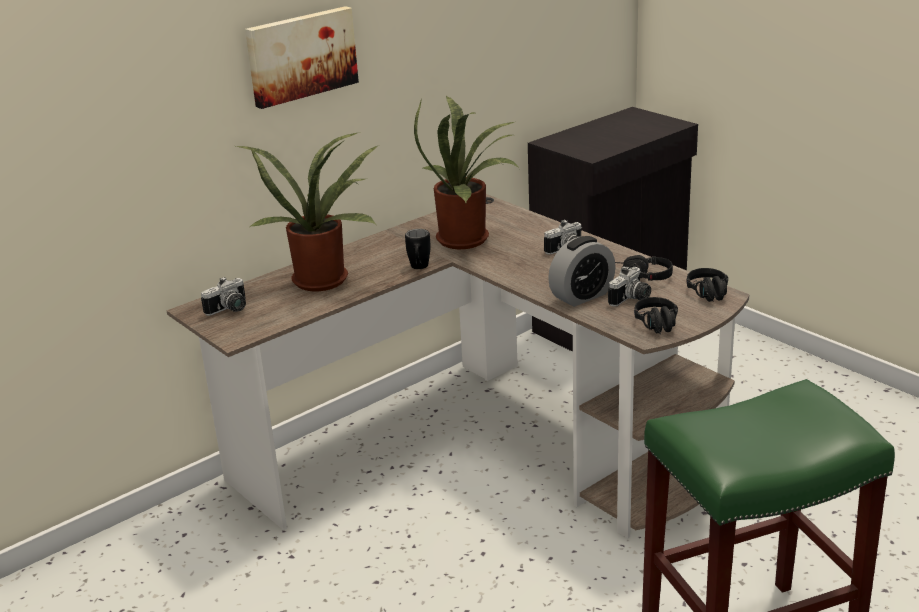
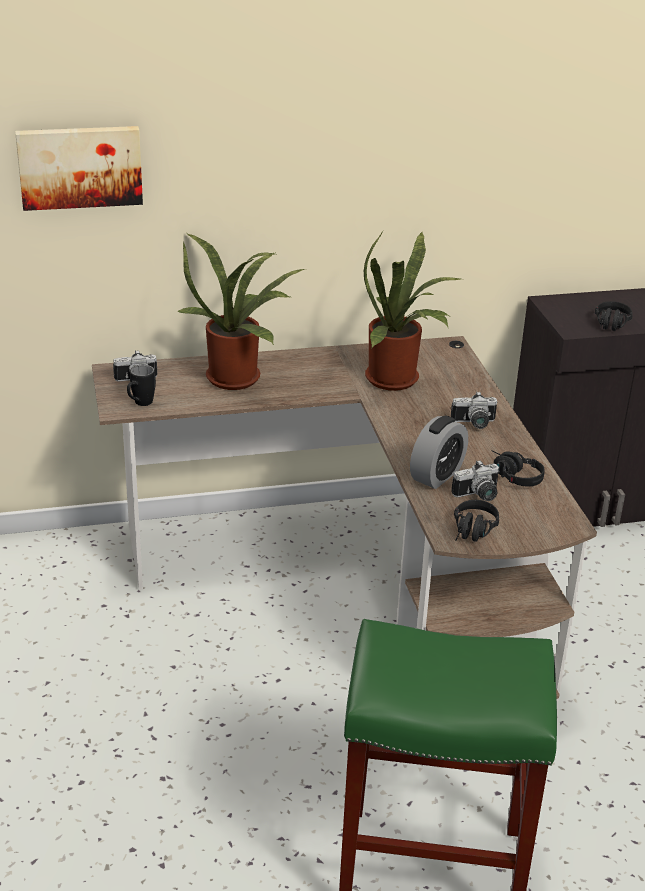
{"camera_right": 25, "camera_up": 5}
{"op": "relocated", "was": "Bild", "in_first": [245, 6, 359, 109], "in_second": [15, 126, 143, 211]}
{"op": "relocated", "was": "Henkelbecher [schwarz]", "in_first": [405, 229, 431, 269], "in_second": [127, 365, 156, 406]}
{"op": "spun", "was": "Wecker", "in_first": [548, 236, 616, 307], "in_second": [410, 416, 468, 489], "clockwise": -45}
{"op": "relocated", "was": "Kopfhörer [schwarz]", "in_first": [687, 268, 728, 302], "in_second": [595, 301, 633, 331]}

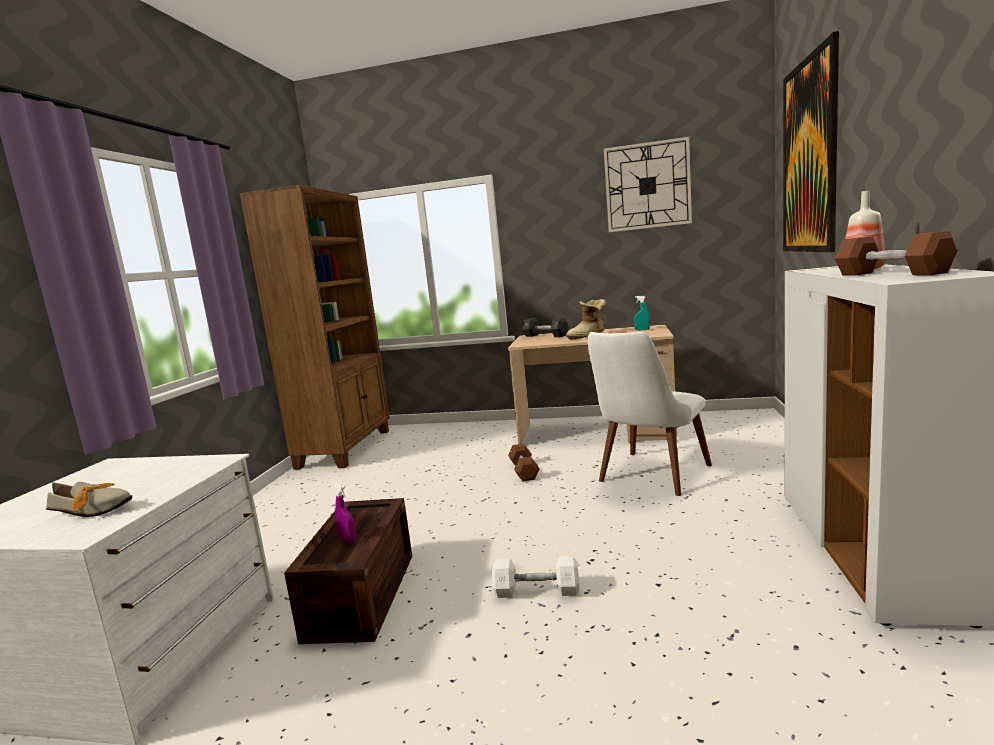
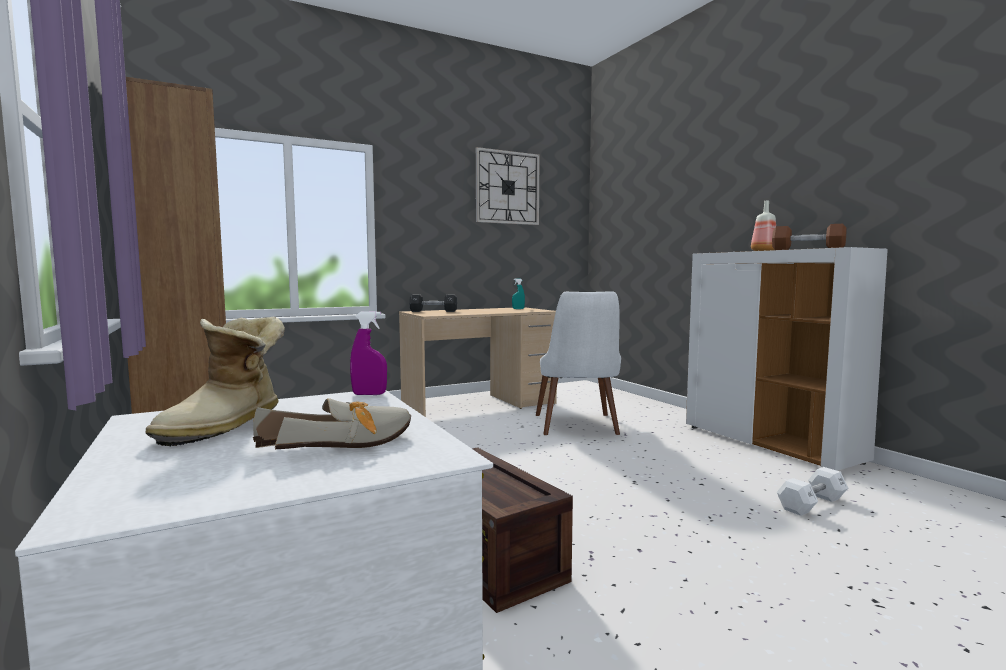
{"camera_right": -40, "camera_up": -5}
{"op": "relocated", "was": "Stiefel", "in_first": [566, 299, 606, 339], "in_second": [145, 317, 285, 447]}
{"op": "relocated", "was": "Sprühflasche [lila]", "in_first": [334, 483, 356, 543], "in_second": [350, 311, 387, 395]}
{"op": "relocated", "was": "Hantel [weiß]", "in_first": [492, 556, 580, 598], "in_second": [777, 467, 848, 516]}
{"op": "missing", "was": "Hantel [braun]", "in_first": [508, 444, 540, 481]}
{"op": "missing", "was": "Bild", "in_first": [783, 31, 839, 252]}

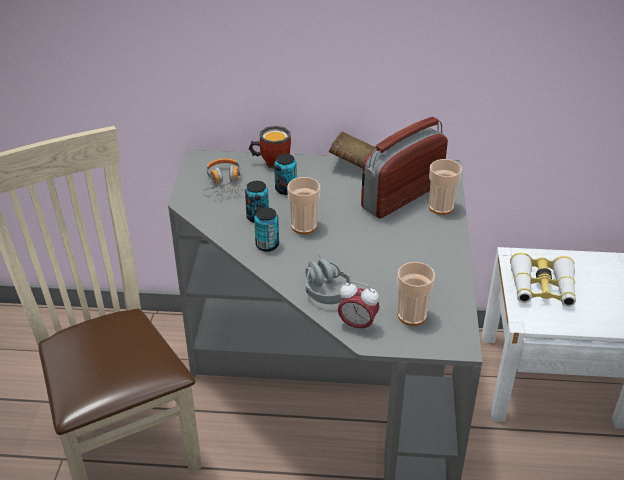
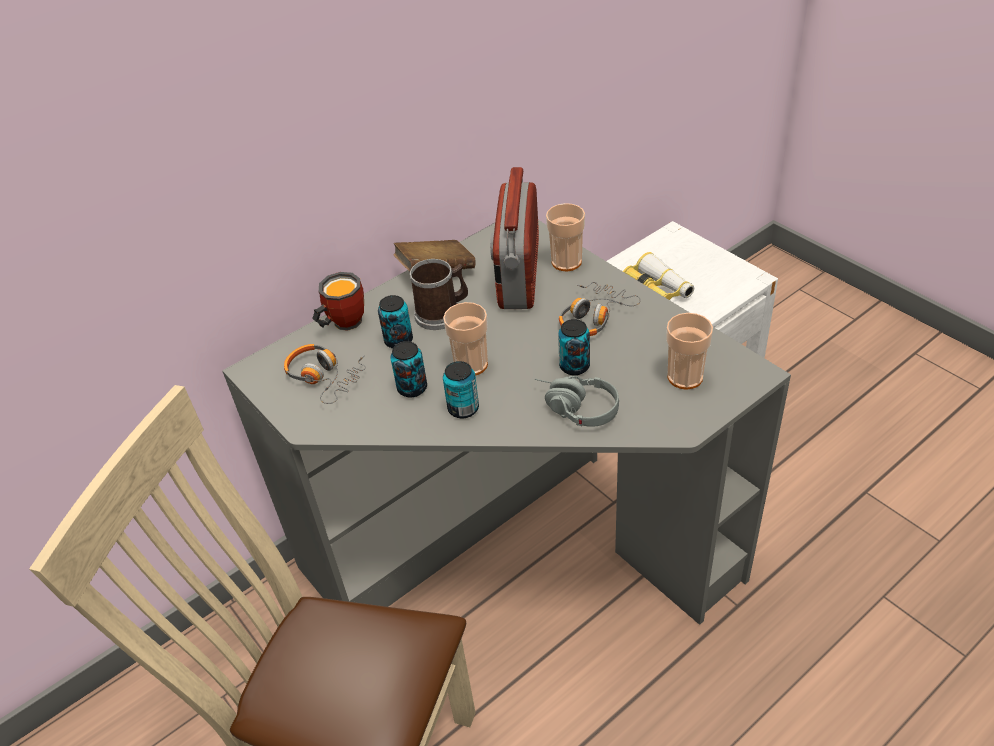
{"camera_right": -40, "camera_up": 5}
{"op": "appeared", "now": "Henkelbecher", "in_second": [410, 259, 468, 330]}
{"op": "appeared", "now": "Dose", "in_second": [558, 319, 590, 375]}
{"op": "appeared", "now": "Kopfhörer", "in_second": [559, 282, 641, 336]}
{"op": "missing", "was": "Wecker", "in_first": [338, 281, 380, 333]}

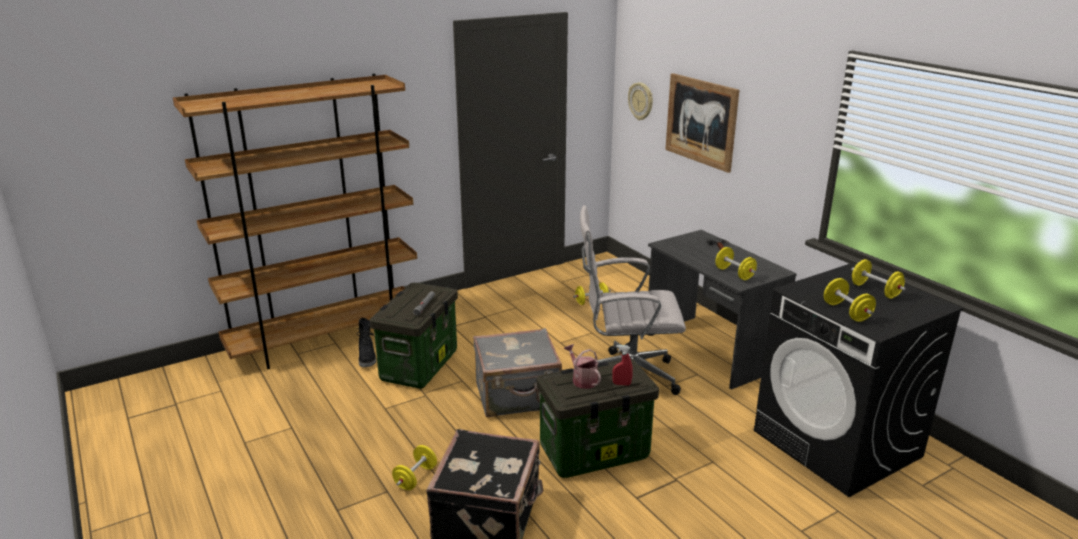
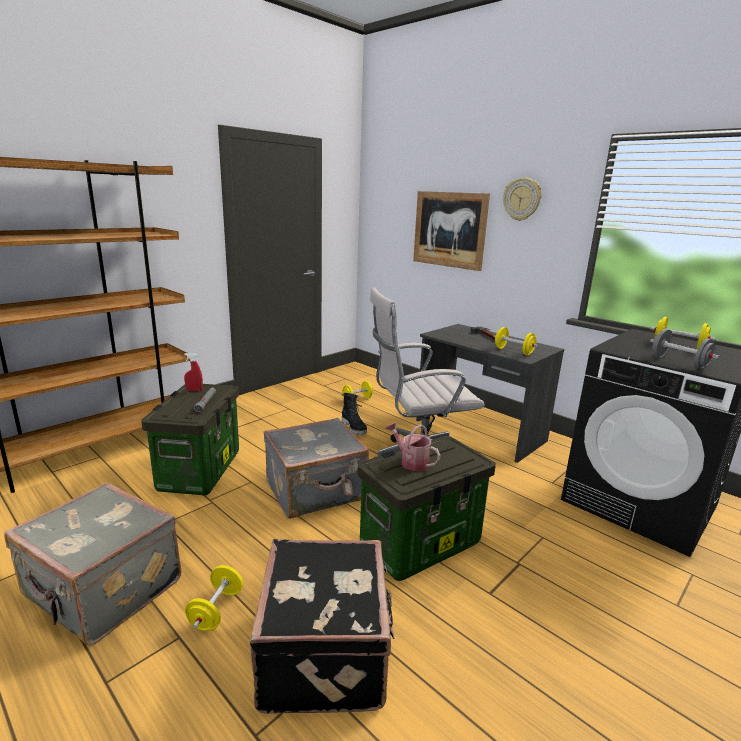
{"camera_right": -15, "camera_up": -5}
{"op": "appeared", "now": "Koffer [grau]", "in_second": [4, 482, 182, 645]}
{"op": "relocated", "was": "Sprühflasche [rot]", "in_first": [612, 345, 633, 386], "in_second": [184, 353, 203, 391]}
{"op": "relocated", "was": "Stiefel [schwarz]", "in_first": [357, 318, 376, 367], "in_second": [342, 393, 367, 435]}
{"op": "relocated", "was": "Wanduhr", "in_first": [628, 82, 653, 120], "in_second": [503, 177, 542, 221]}
{"op": "colour", "was": "Hantel [gelb]", "now": "Hantel [grau]", "in_first": [824, 278, 876, 322], "in_second": [650, 329, 720, 369]}

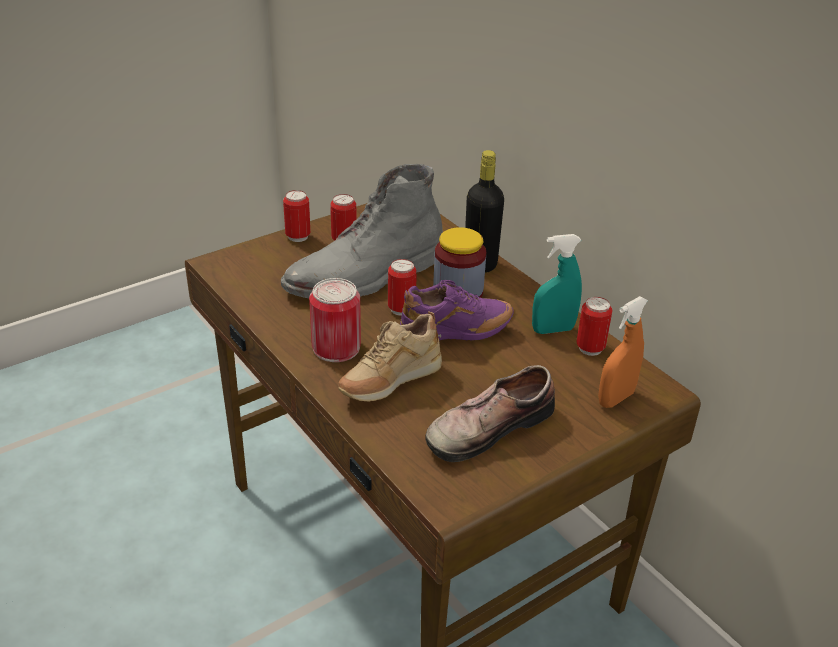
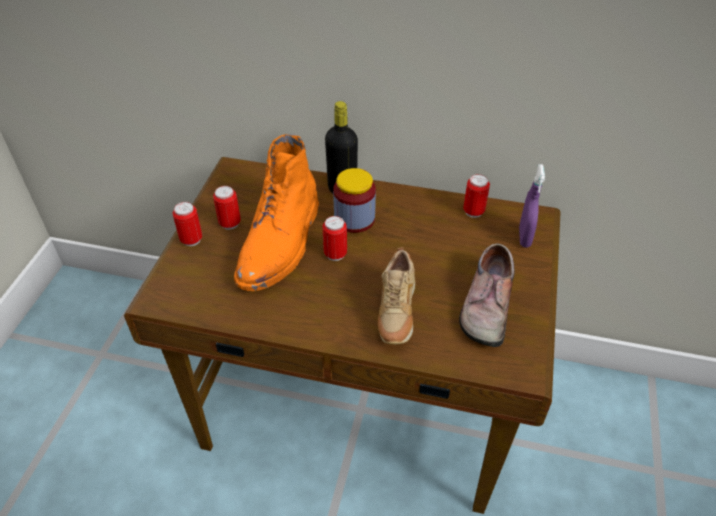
{"camera_right": -40, "camera_up": 10}
{"op": "colour", "was": "Stiefel [grau]", "now": "Stiefel [orange]", "in_first": [281, 164, 443, 299], "in_second": [234, 134, 319, 291]}
{"op": "colour", "was": "Sprühflasche [orange]", "now": "Sprühflasche [lila]", "in_first": [598, 296, 648, 408], "in_second": [519, 164, 545, 248]}
{"op": "missing", "was": "Dose", "in_first": [309, 278, 361, 362]}
{"op": "missing", "was": "Schuh [lila]", "in_first": [400, 280, 514, 341]}
{"op": "missing", "was": "Sprühflasche [türkis]", "in_first": [532, 234, 582, 334]}

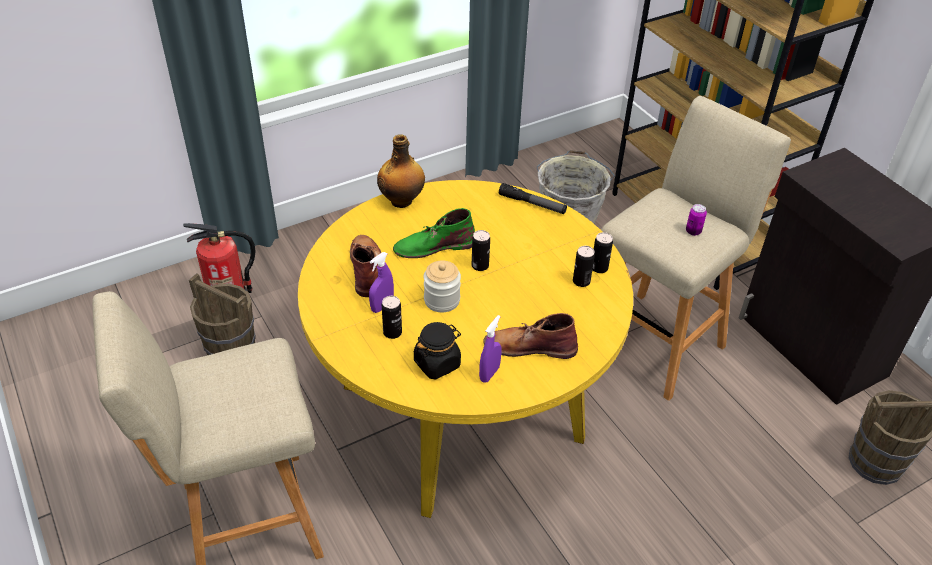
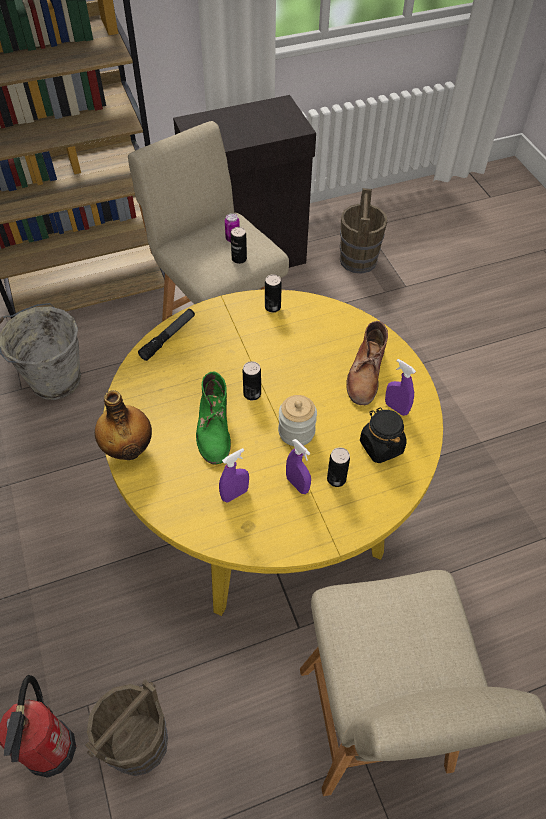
{"camera_right": -80, "camera_up": 10}
{"op": "exchanged", "was": "Stiefel [braun]", "now": "Sprühflasche [lila]", "in_first": [350, 235, 381, 297], "in_second": [219, 448, 249, 503]}
{"op": "relocated", "was": "Dose", "in_first": [573, 246, 595, 287], "in_second": [231, 227, 247, 264]}

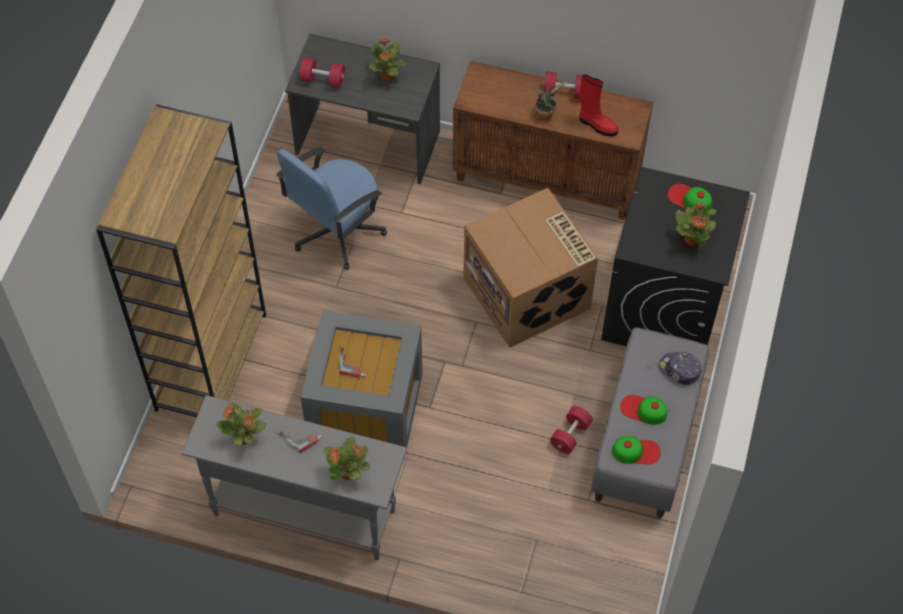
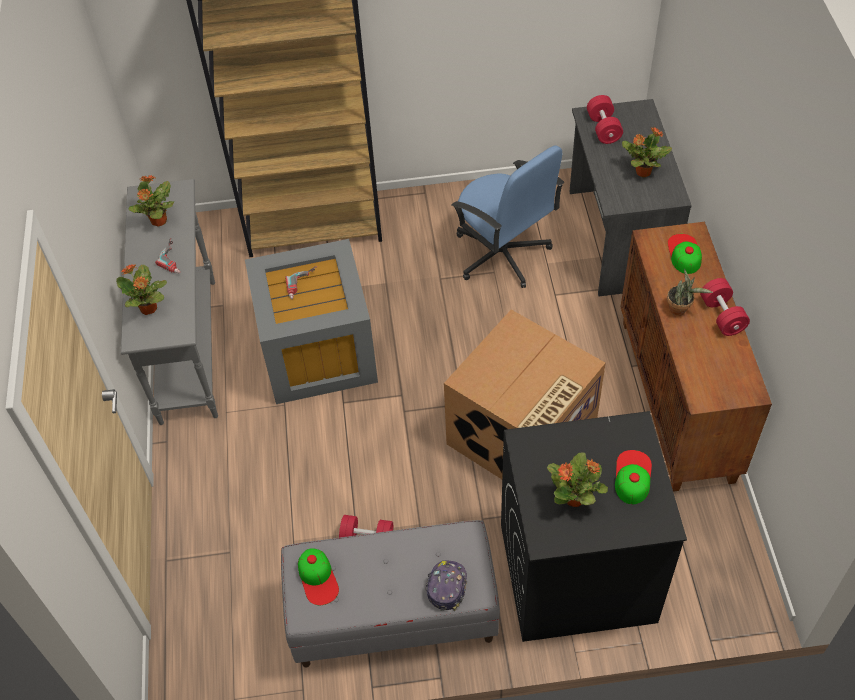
{"camera_right": 70, "camera_up": -5}
{"op": "spun", "was": "Bürostuhl [blau]", "in_first": [276, 147, 387, 270], "in_second": [451, 145, 564, 288], "clockwise": -150}
{"op": "relocated", "was": "Kappe", "in_first": [620, 395, 667, 425], "in_second": [667, 234, 702, 274]}
{"op": "missing", "was": "Stiefel [rot]", "in_first": [579, 74, 619, 137]}

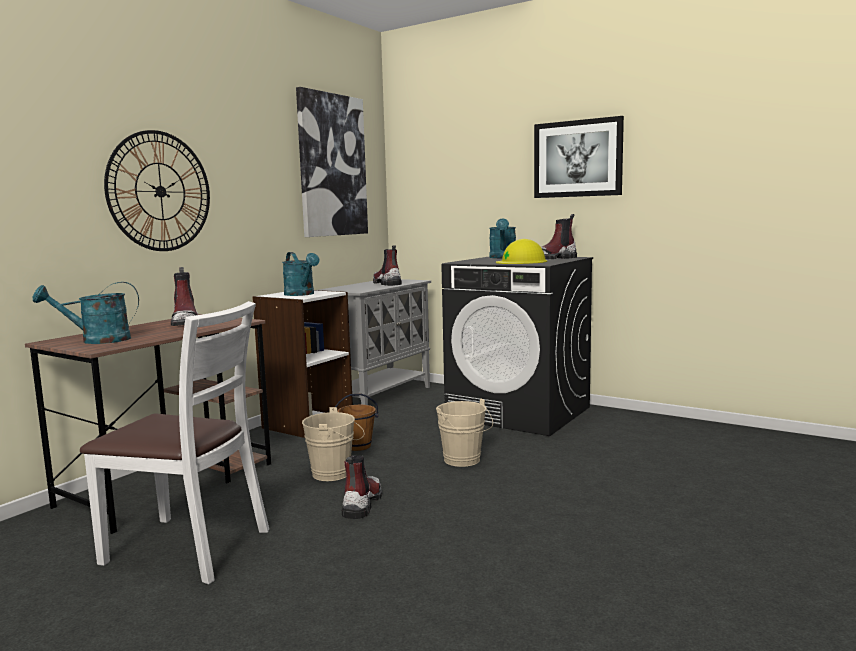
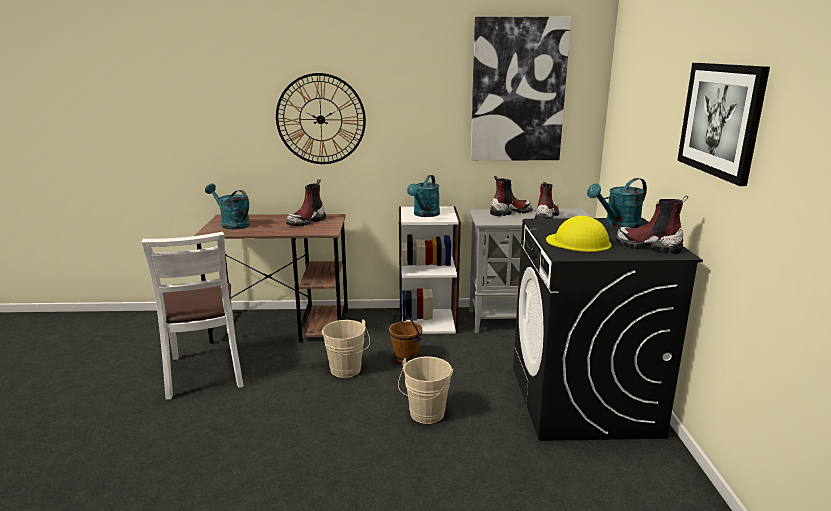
{"camera_right": 55, "camera_up": 10}
{"op": "relocated", "was": "Stiefel", "in_first": [342, 455, 382, 519], "in_second": [490, 176, 532, 216]}

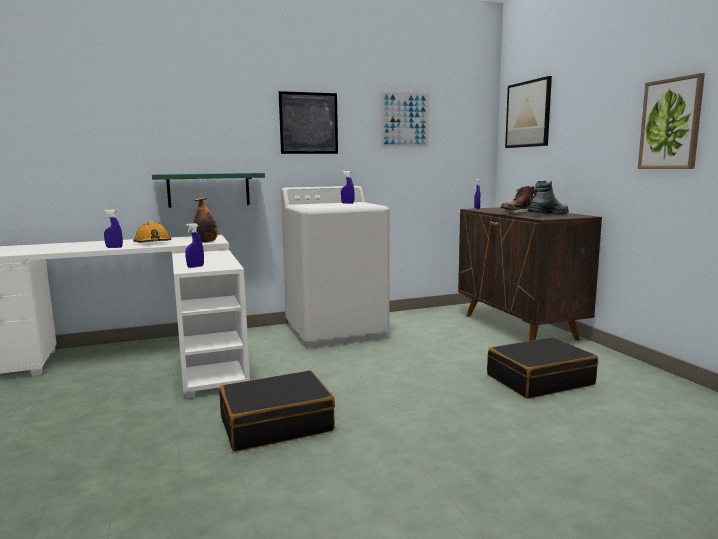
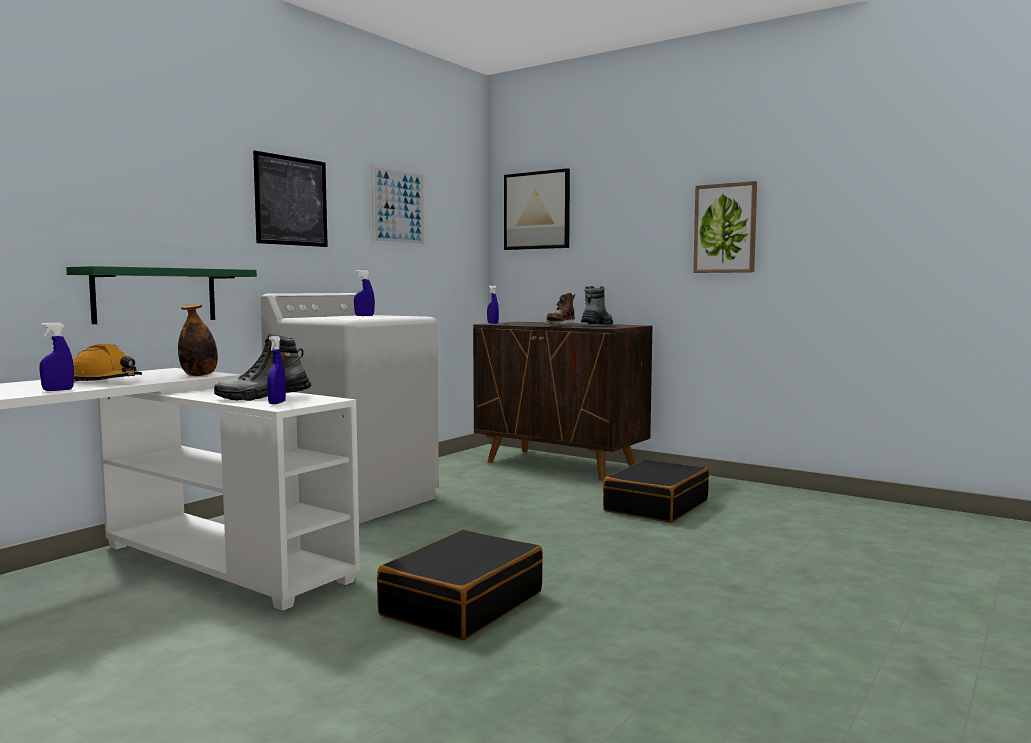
{"camera_right": -35, "camera_up": -5}
{"op": "appeared", "now": "Stiefel", "in_second": [214, 334, 311, 401]}

